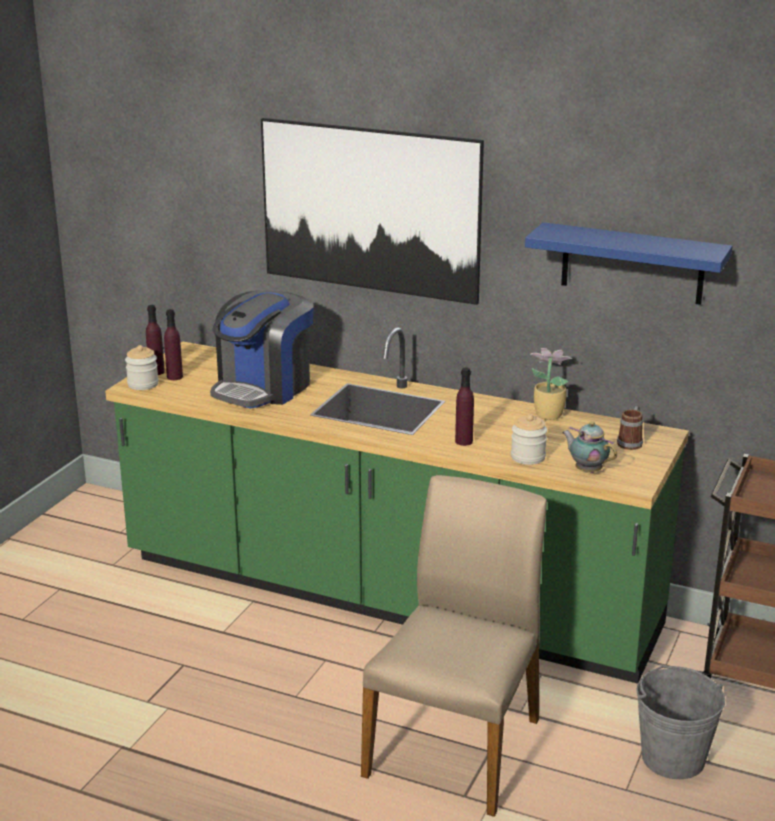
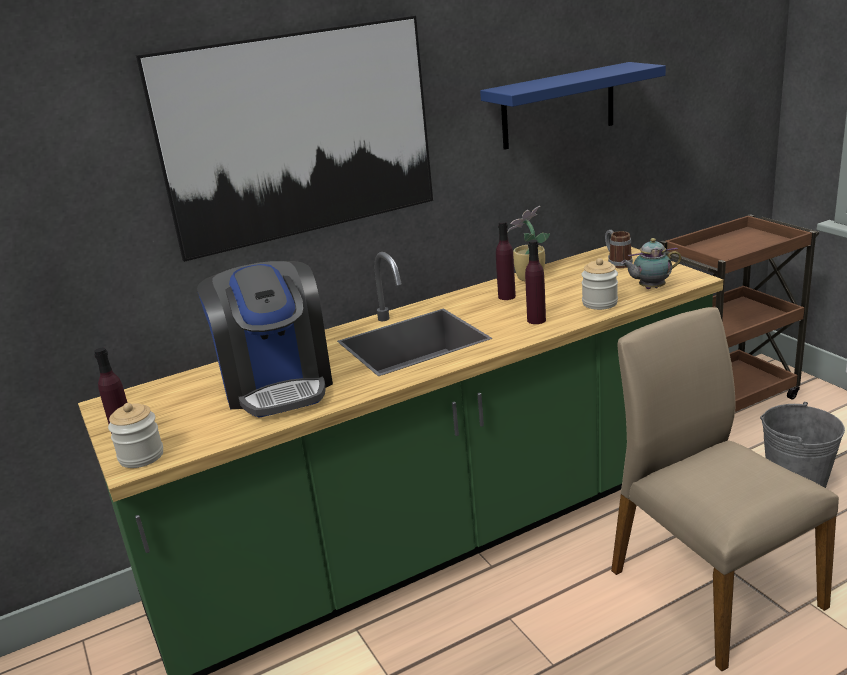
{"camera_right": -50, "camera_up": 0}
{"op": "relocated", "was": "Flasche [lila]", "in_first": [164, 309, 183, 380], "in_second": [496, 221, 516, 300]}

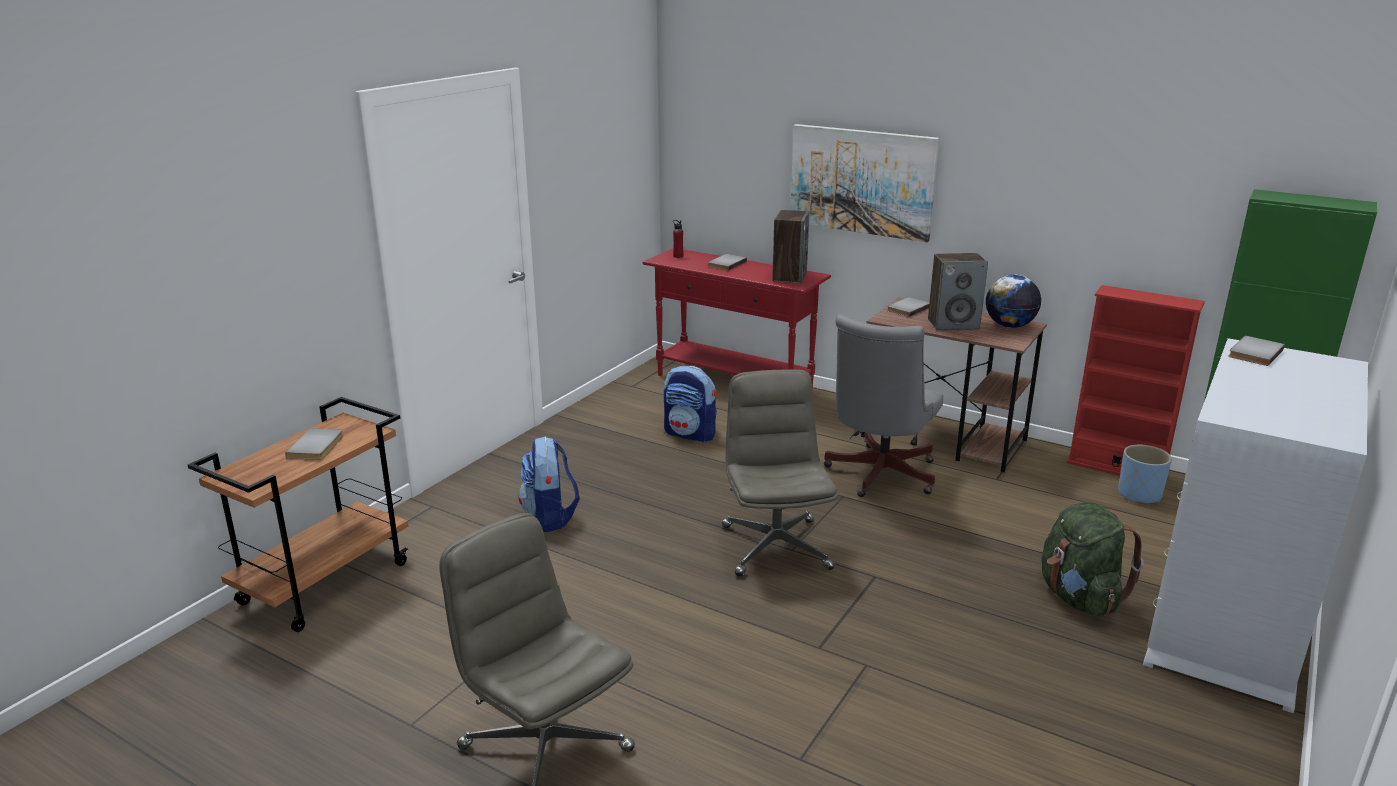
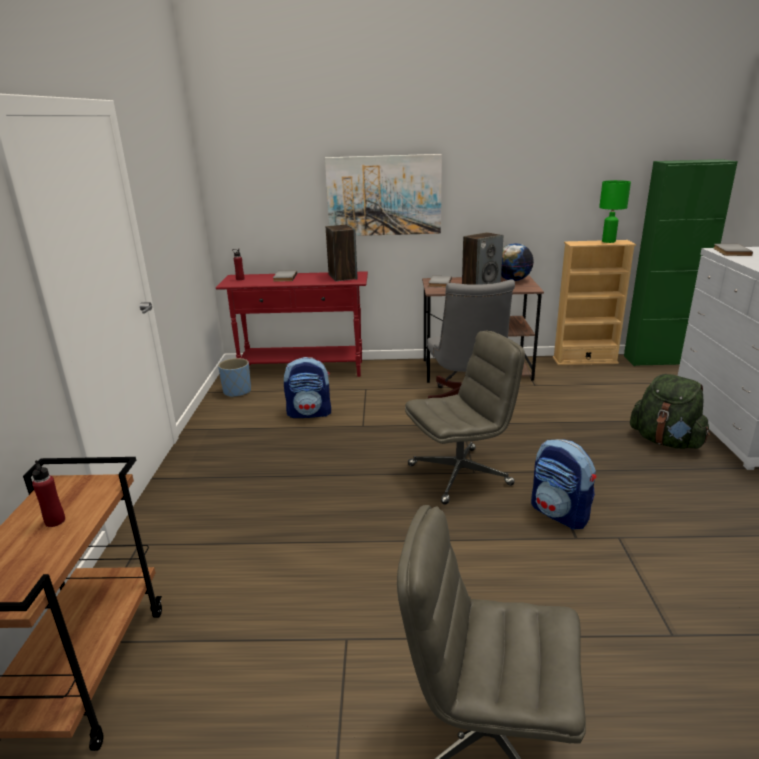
{"camera_right": -30, "camera_up": 0}
{"op": "exchanged", "was": "Buch [grau]", "now": "Flasche [rot]", "in_first": [285, 428, 343, 460], "in_second": [32, 460, 65, 527]}
{"op": "relocated", "was": "Pflanzkübel [blau]", "in_first": [1118, 445, 1172, 503], "in_second": [218, 358, 251, 398]}
{"op": "spun", "was": "Bürostuhl [grau]", "in_first": [722, 369, 838, 577], "in_second": [405, 331, 525, 505], "clockwise": 105}
{"op": "relocated", "was": "Rucksack", "in_first": [518, 437, 580, 532], "in_second": [531, 439, 596, 529]}
{"op": "colour", "was": "Bücherregal [rot]", "now": "Bücherregal [beige]", "in_first": [1066, 285, 1205, 476], "in_second": [553, 240, 636, 365]}
{"op": "appeared", "now": "Tischlampe [grün]", "in_second": [599, 180, 631, 243]}

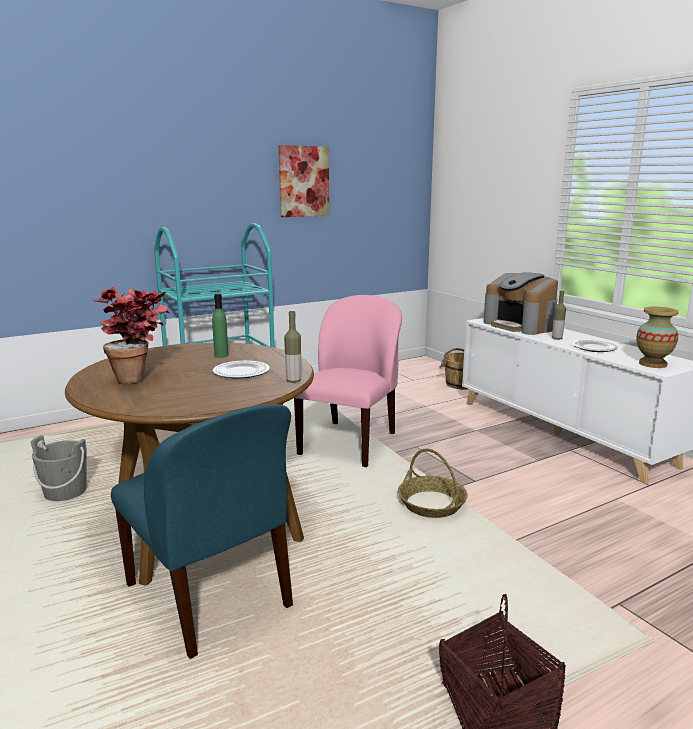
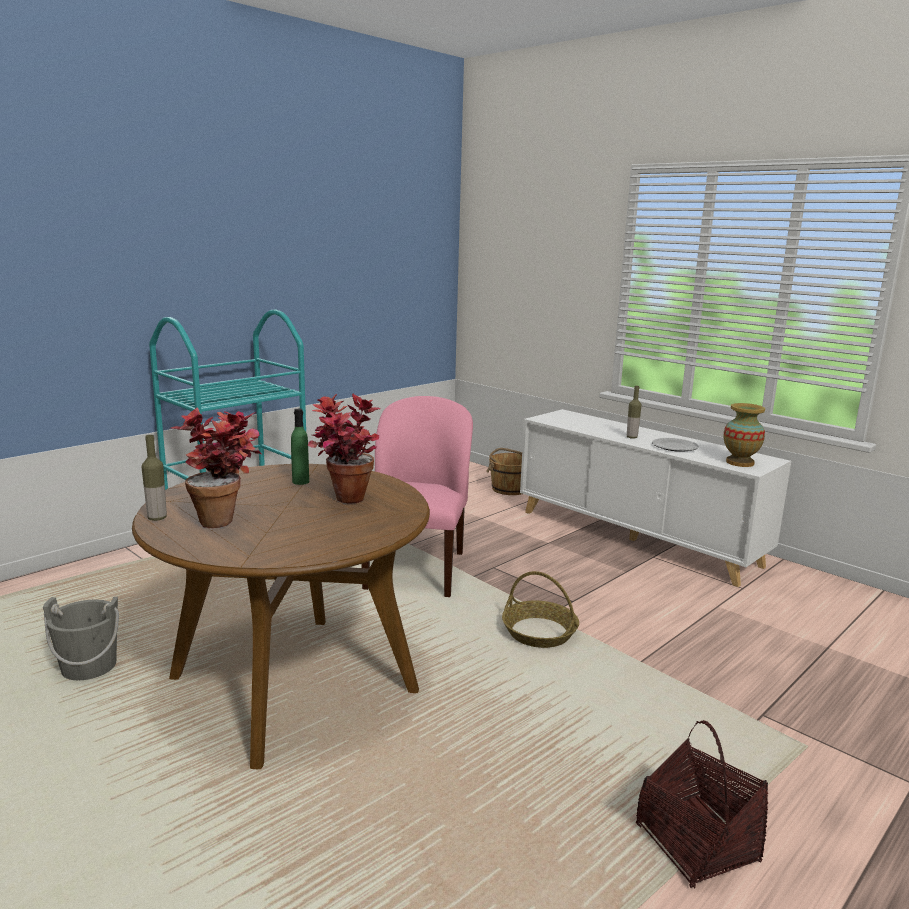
{"camera_right": -15, "camera_up": 0}
{"op": "relocated", "was": "Flasche", "in_first": [284, 311, 301, 383], "in_second": [141, 435, 167, 521]}
{"op": "exchanged", "was": "Teller", "now": "Topfpflanze", "in_first": [212, 360, 270, 379], "in_second": [308, 394, 381, 504]}
{"op": "missing", "was": "Stuhl [blau]", "in_first": [111, 404, 293, 659]}
{"op": "missing", "was": "Bild", "in_first": [278, 145, 329, 217]}
{"op": "missing", "was": "Kaffeemaschine", "in_first": [483, 272, 558, 335]}

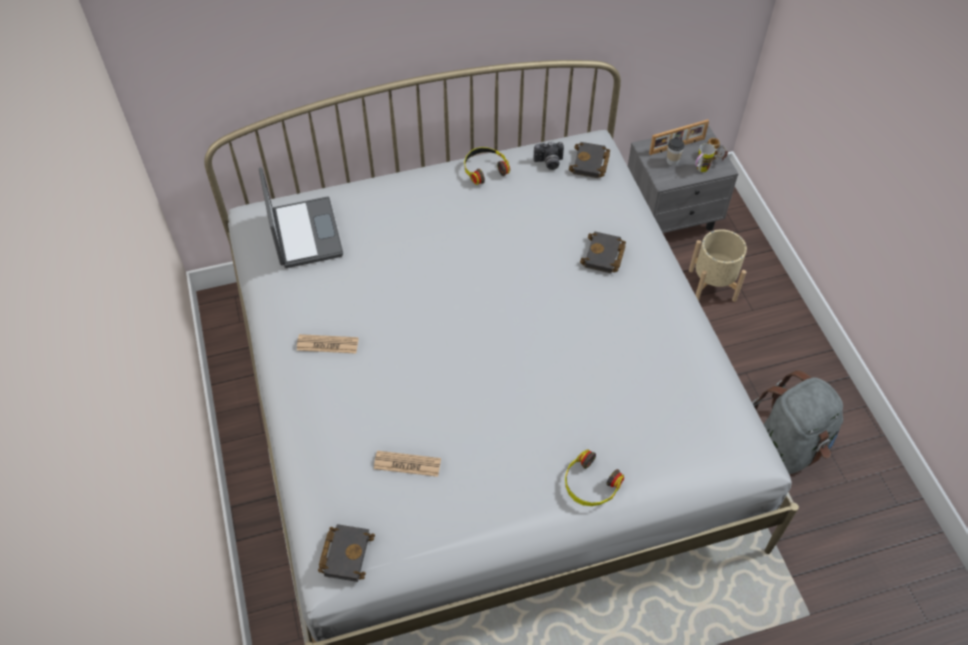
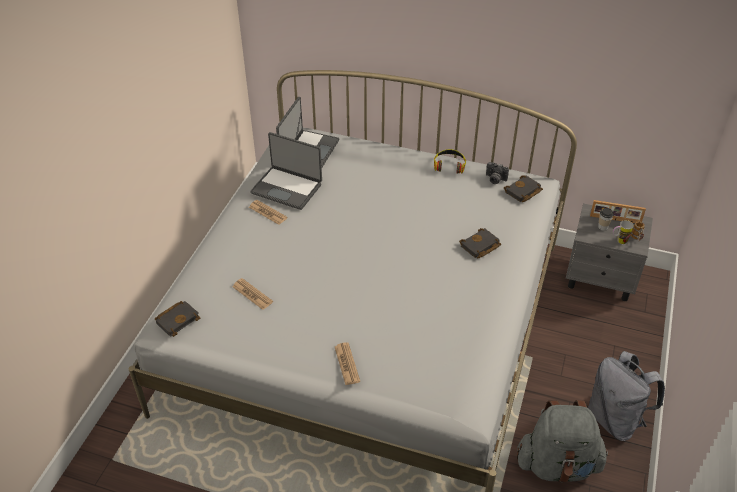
{"camera_right": 35, "camera_up": -10}
{"op": "appeared", "now": "Laptop", "in_second": [250, 132, 322, 210]}
{"op": "exchanged", "was": "Kopfhörer", "now": "Zeitung", "in_first": [565, 449, 624, 506], "in_second": [335, 342, 360, 385]}
{"op": "appeared", "now": "Rucksack [grau]", "in_second": [588, 351, 665, 441]}
{"op": "missing", "was": "Pflanzkübel [beige]", "in_first": [689, 229, 747, 302]}

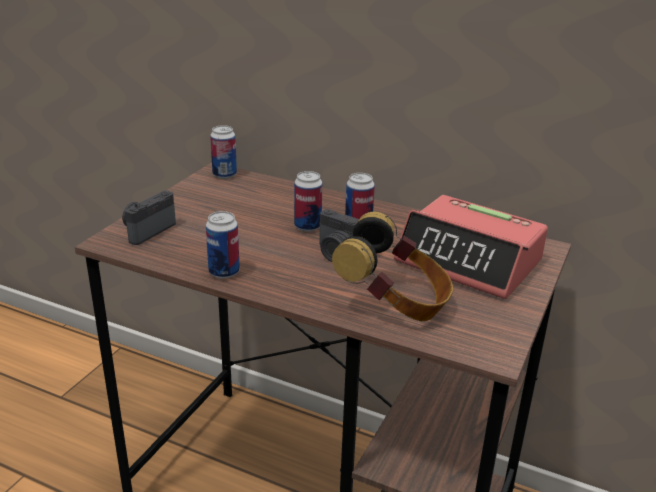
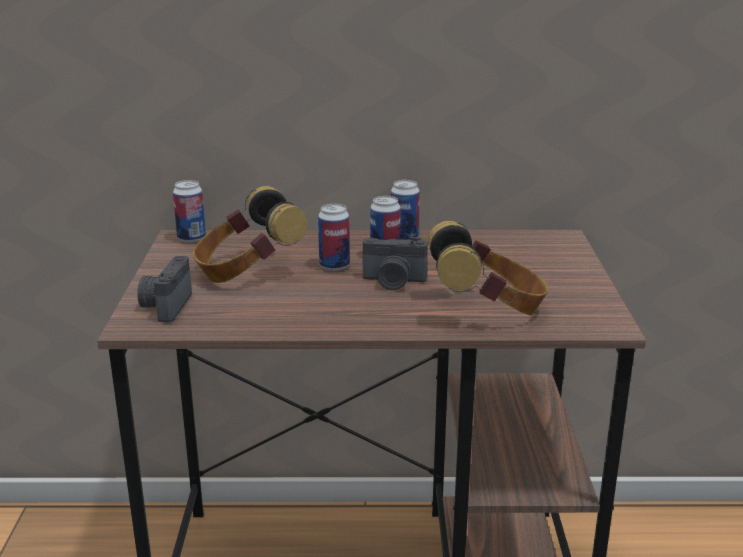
{"camera_right": -25, "camera_up": -5}
{"op": "appeared", "now": "Kopfhörer", "in_second": [193, 186, 308, 283]}
{"op": "relocated", "was": "Dose", "in_first": [206, 211, 240, 279], "in_second": [391, 180, 420, 240]}
{"op": "missing", "was": "Wecker", "in_first": [394, 195, 548, 299]}

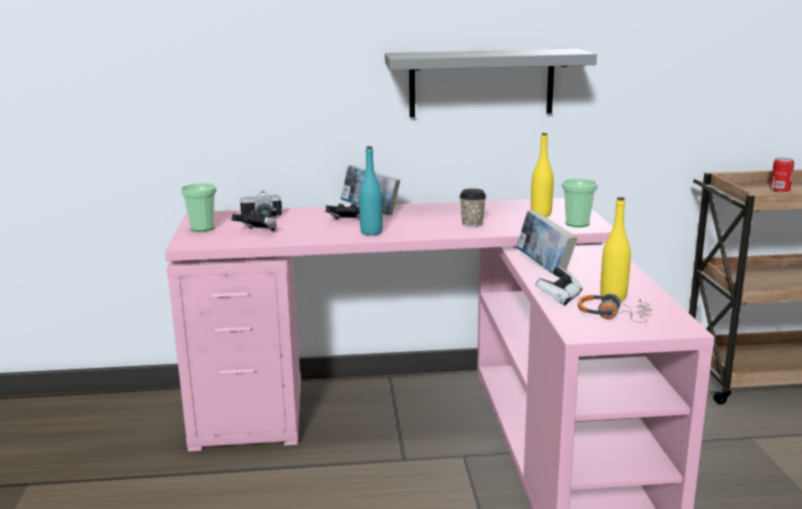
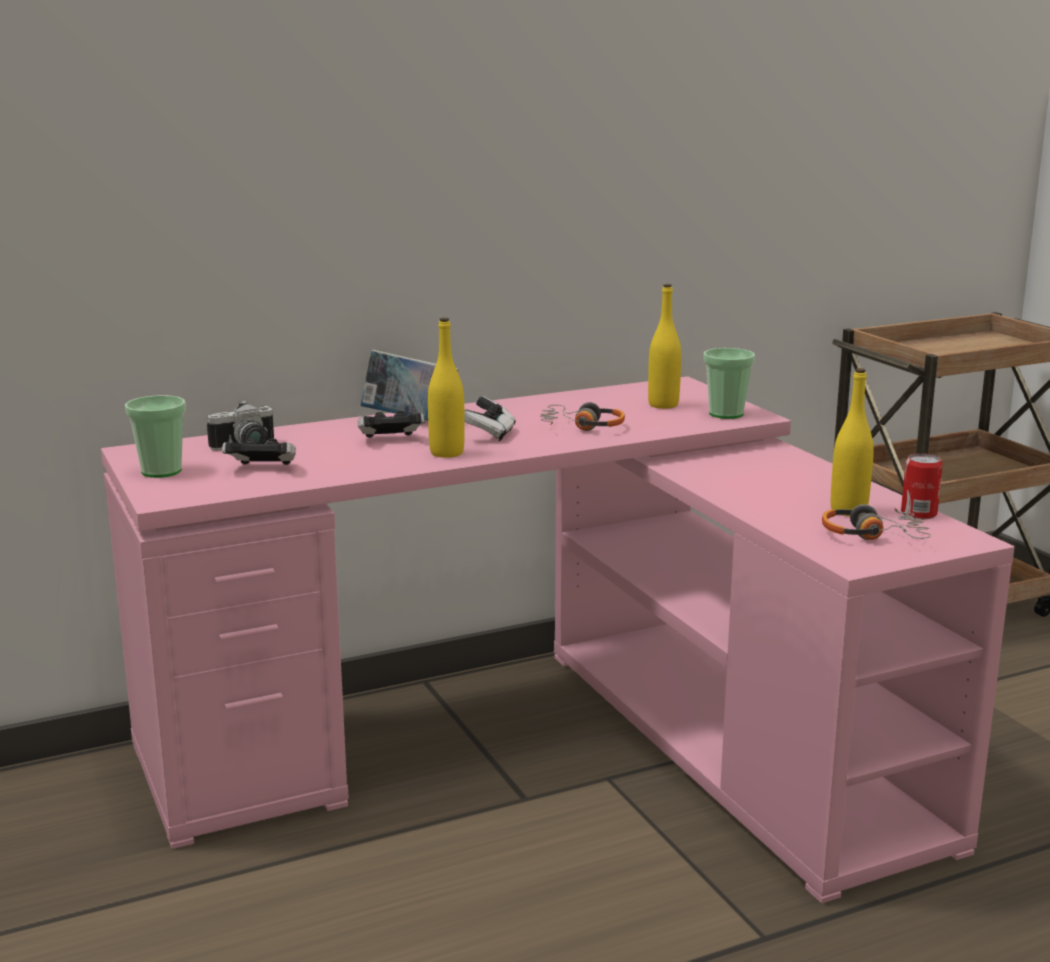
{"camera_right": -20, "camera_up": 0}
{"op": "colour", "was": "Flasche [türkis]", "now": "Flasche [gelb]", "in_first": [359, 146, 383, 236], "in_second": [428, 317, 465, 458]}
{"op": "relocated", "was": "Gamepad", "in_first": [535, 266, 582, 306], "in_second": [464, 396, 516, 442]}
{"op": "exchanged", "was": "Tasse", "now": "Kopfhörer", "in_first": [459, 188, 486, 227], "in_second": [540, 402, 625, 431]}
{"op": "relocated", "was": "Dose", "in_first": [770, 158, 794, 192], "in_second": [901, 453, 943, 519]}
{"op": "missing", "was": "Wandregal [grau]", "in_first": [385, 49, 597, 118]}
{"op": "missing", "was": "Buch", "in_first": [516, 210, 577, 276]}

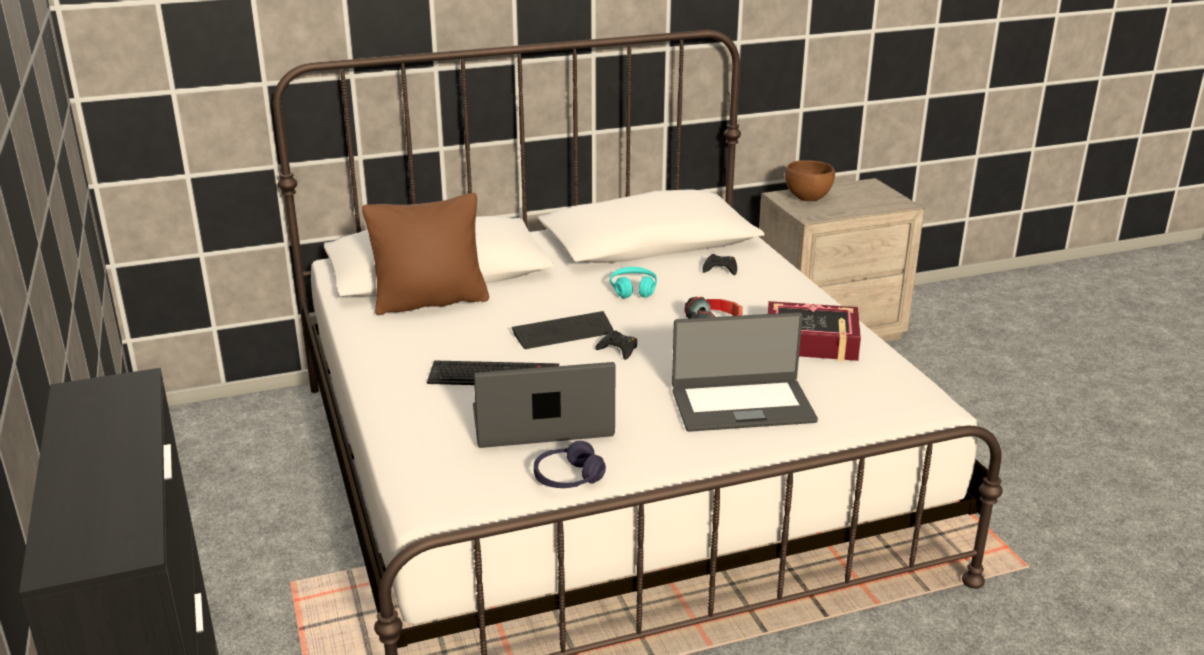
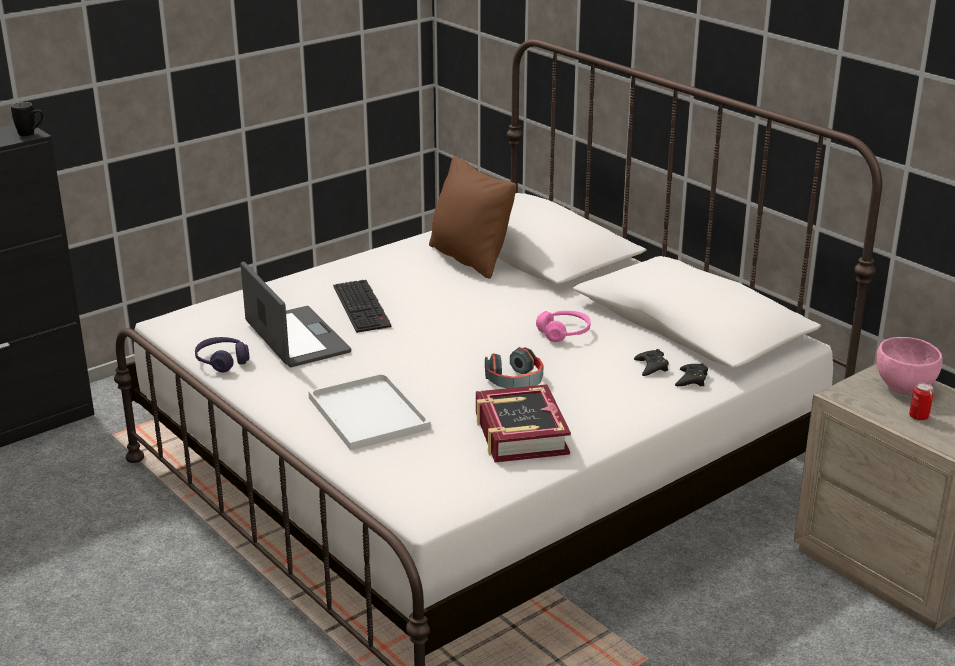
{"camera_right": 70, "camera_up": 0}
{"op": "appeared", "now": "Henkelbecher [schwarz]", "in_second": [11, 102, 43, 136]}
{"op": "exchanged", "was": "Laptop", "now": "Tablett [weiß]", "in_first": [672, 312, 818, 432], "in_second": [308, 373, 431, 451]}
{"op": "colour", "was": "Kopfhörer [türkis]", "now": "Kopfhörer [rosa]", "in_first": [610, 267, 657, 298], "in_second": [536, 311, 591, 342]}
{"op": "relocated", "was": "Gamepad [schwarz]", "in_first": [595, 331, 637, 360], "in_second": [675, 363, 708, 386]}
{"op": "colour", "was": "Schüssel [braun]", "now": "Schüssel [rosa]", "in_first": [785, 160, 835, 201], "in_second": [876, 337, 942, 394]}
{"op": "appeared", "now": "Dose", "in_second": [909, 382, 934, 421]}
{"op": "missing", "was": "Tastatur", "in_first": [512, 311, 614, 349]}

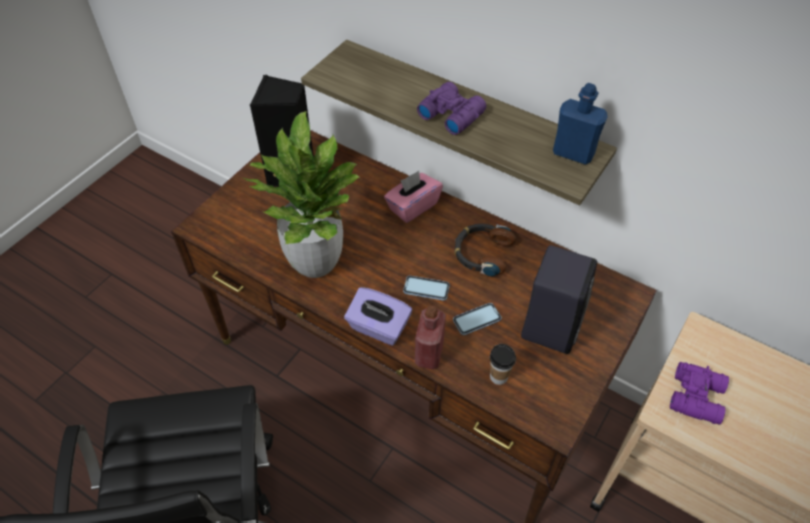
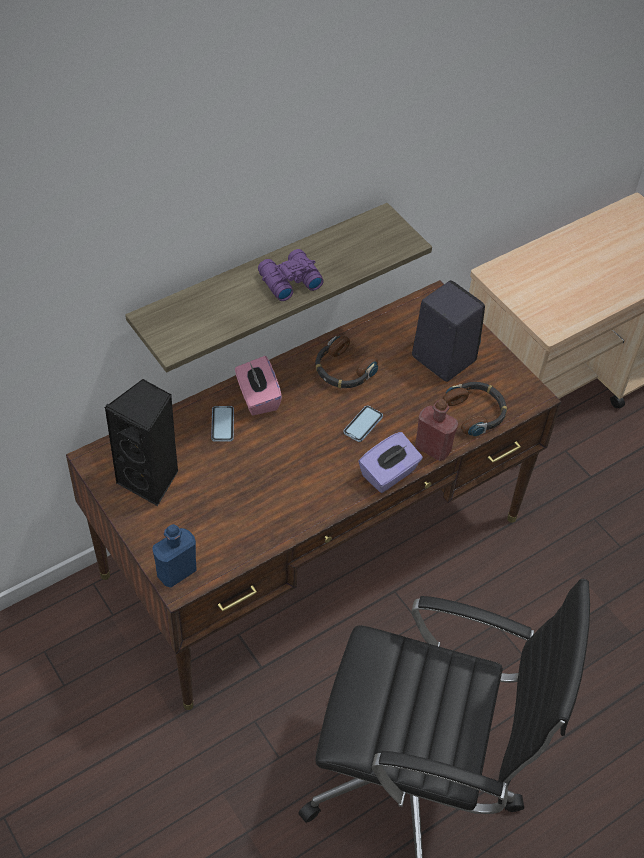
{"camera_right": -70, "camera_up": 0}
{"op": "relocated", "was": "Flasche [blau]", "in_first": [553, 83, 608, 165], "in_second": [152, 524, 197, 588]}
{"op": "relocated", "was": "Handy", "in_first": [453, 303, 501, 335], "in_second": [211, 406, 234, 442]}
{"op": "exchanged", "was": "Tasse", "now": "Kopfhörer", "in_first": [490, 344, 516, 385], "in_second": [443, 382, 507, 436]}
{"op": "missing", "was": "Topfpflanze", "in_first": [241, 111, 360, 278]}
{"op": "missing", "was": "Fernglas [lila]", "in_first": [670, 362, 729, 425]}

